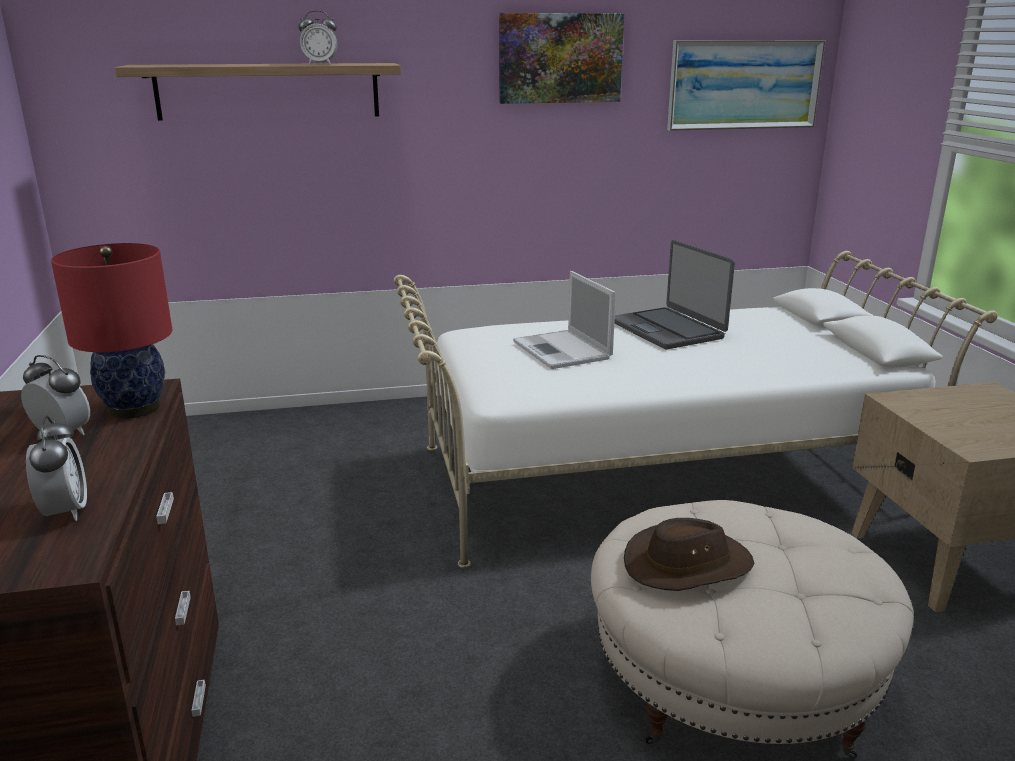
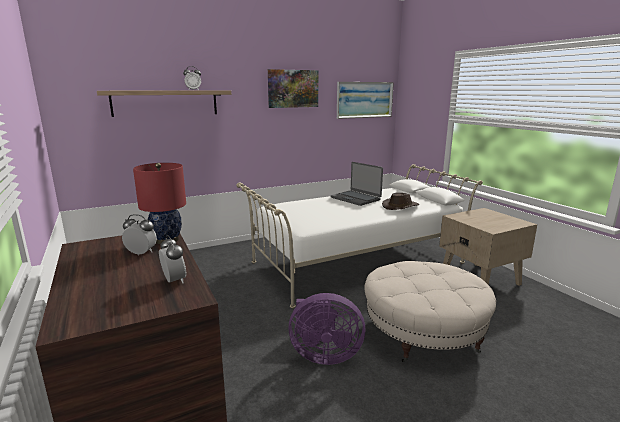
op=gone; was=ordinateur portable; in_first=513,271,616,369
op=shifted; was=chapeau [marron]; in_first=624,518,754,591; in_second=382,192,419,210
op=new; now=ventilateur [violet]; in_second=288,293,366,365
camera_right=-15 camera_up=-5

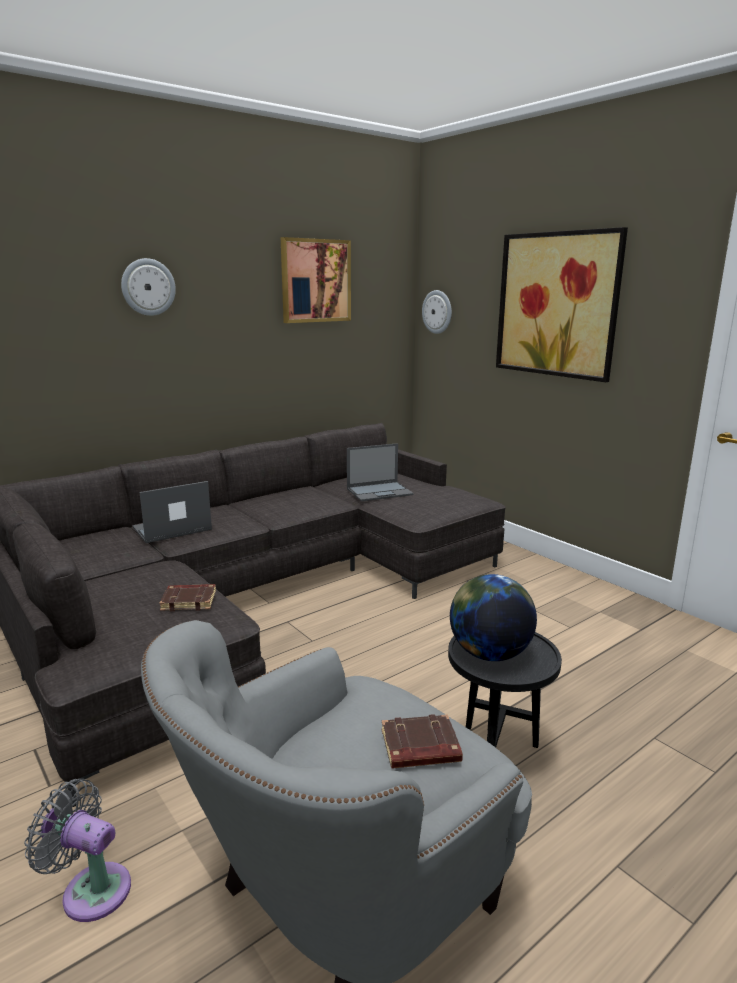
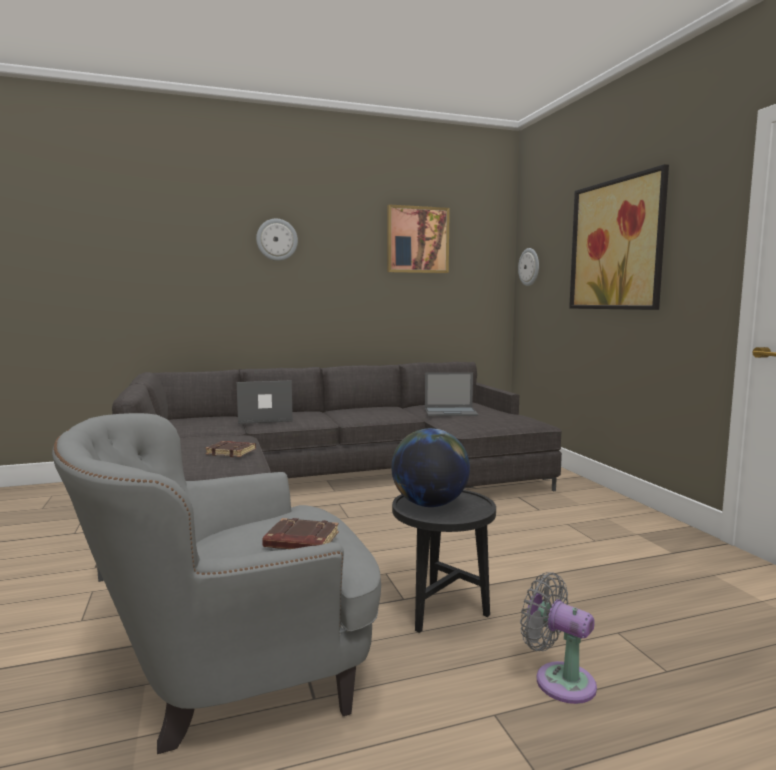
op=shifted; was=ventilateur [gris]; in_first=24,779,131,922; in_second=520,572,597,704
camera_right=20 camera_up=-10

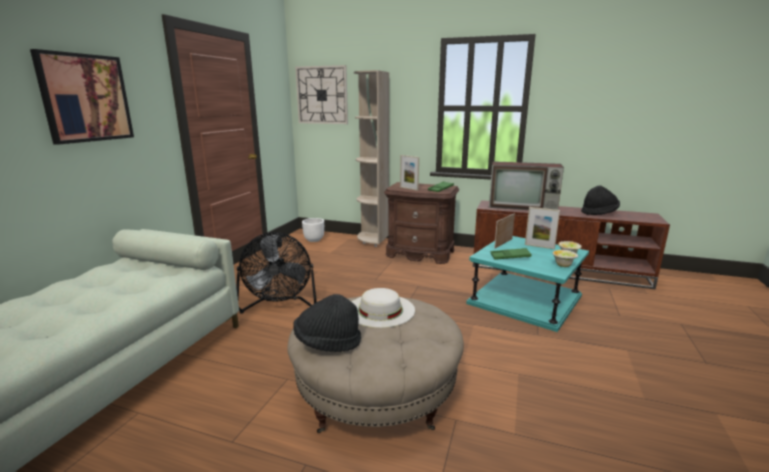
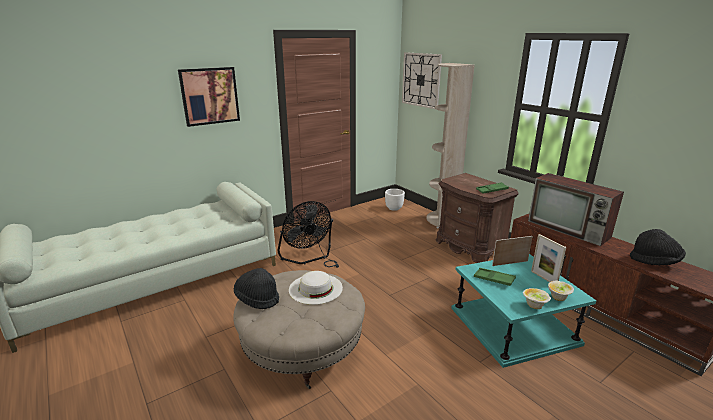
op=rotated; was=ventilateur [noir]; in_first=236,232,317,314; in_second=278,201,339,268; clockwise=120
op=gone; was=cadre photo; in_first=400,155,419,191
camera_right=35 camera_up=5

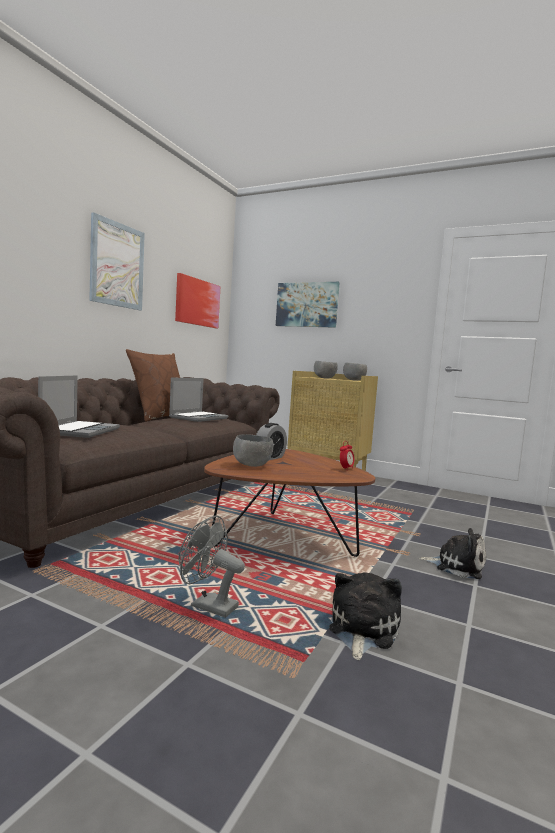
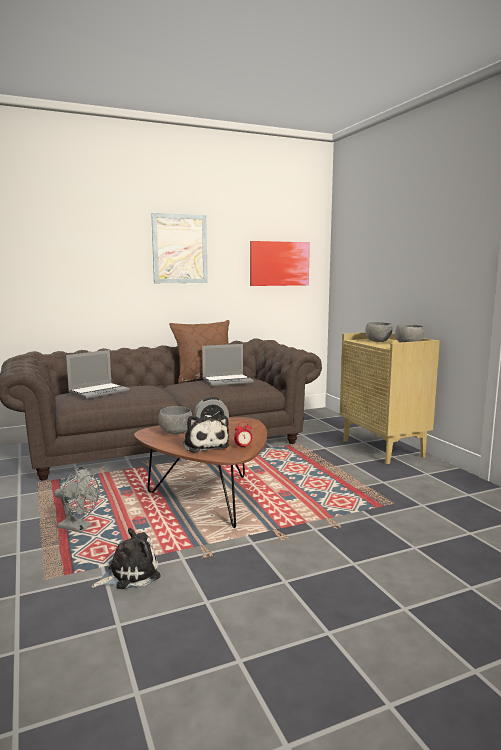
op=rotated; was=ventilateur [gris]; in_first=179,516,245,618; in_second=54,467,100,533; clockwise=135
op=gone; was=tableau; in_first=276,282,340,328
op=shifted; was=peluche; in_first=419,528,486,579; in_second=183,416,229,453
camera_right=40 camera_up=5

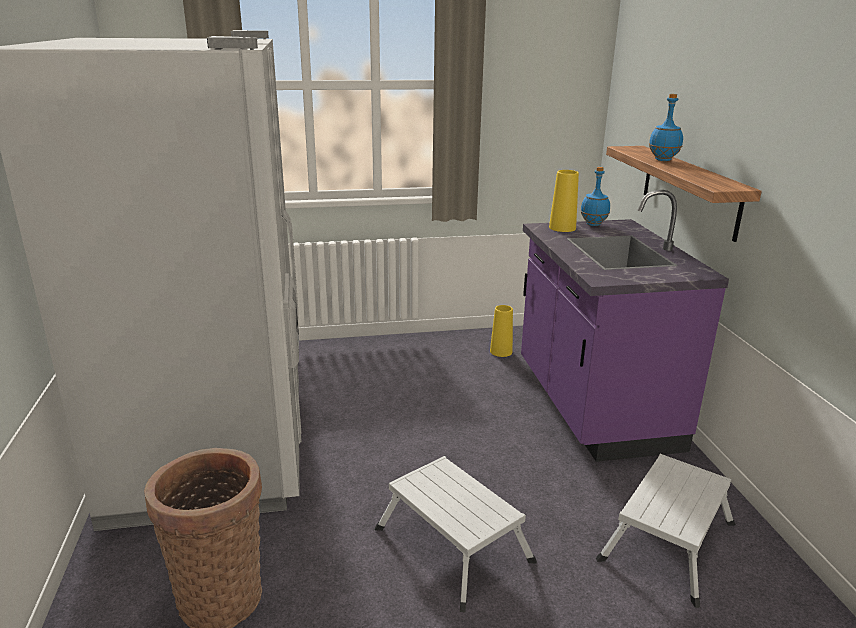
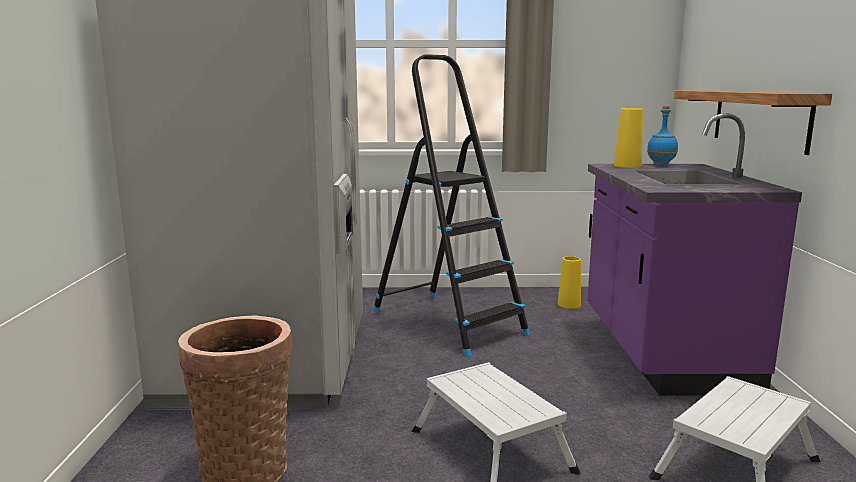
op=gone; was=bouteille [bleu]; in_first=649,94,683,161
op=new; now=escabeau [noir]; in_second=373,54,530,357
camera_right=10 camera_up=-10

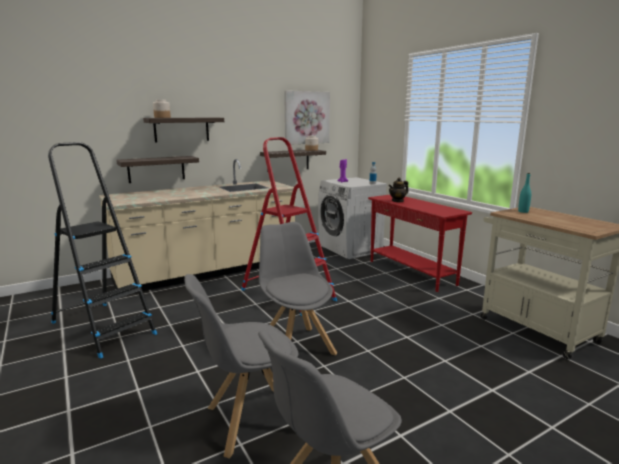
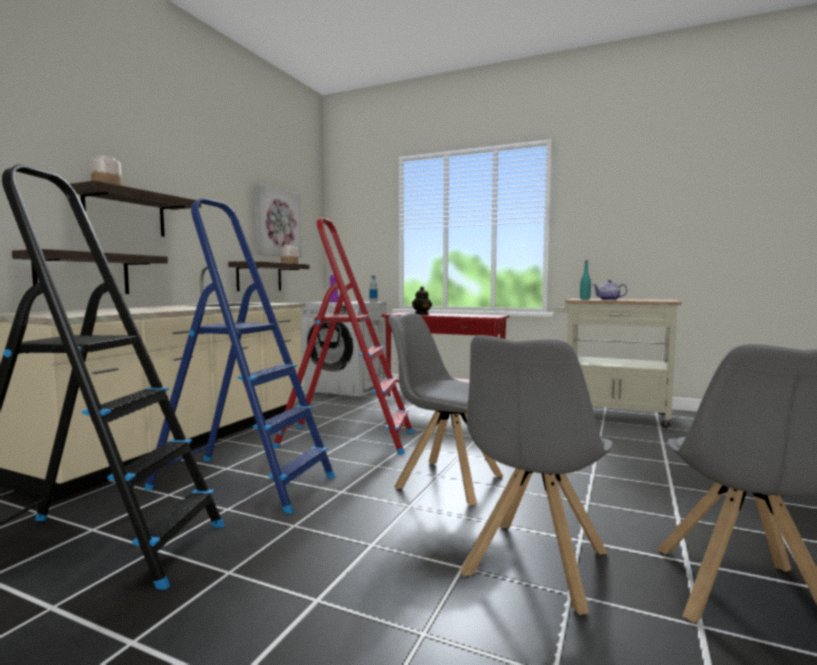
op=new; now=escabeau [bleu]; in_second=144,198,335,514
op=new; now=théière; in_second=593,280,627,300
camera_right=-35 camera_up=-10

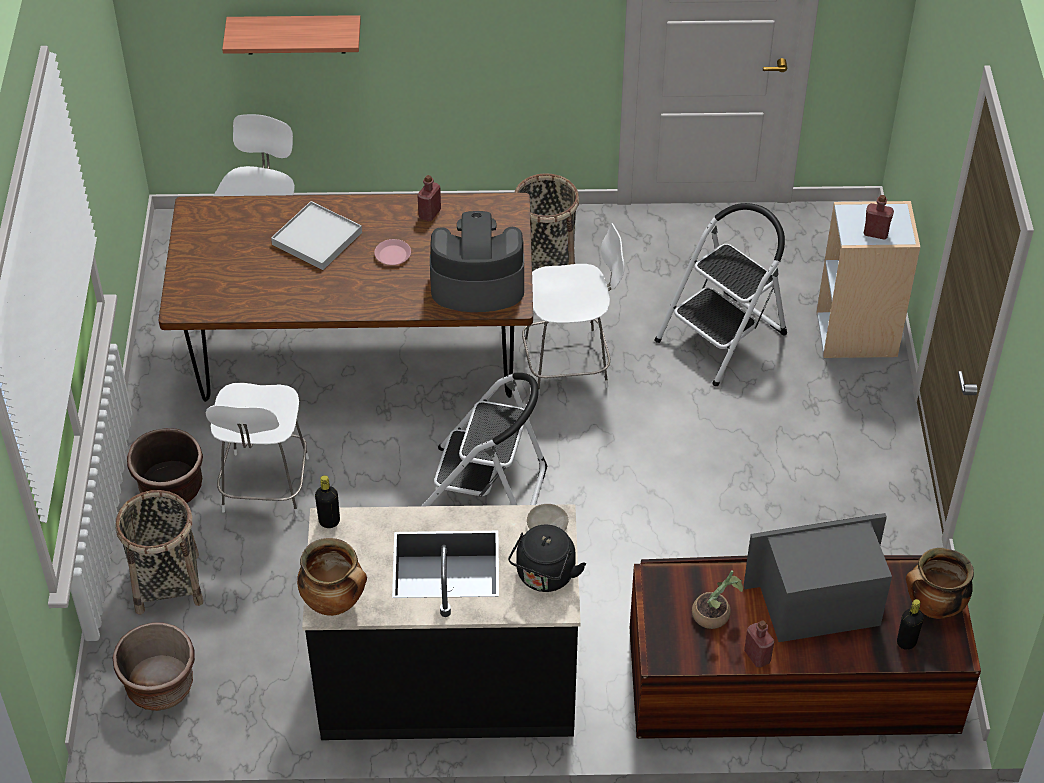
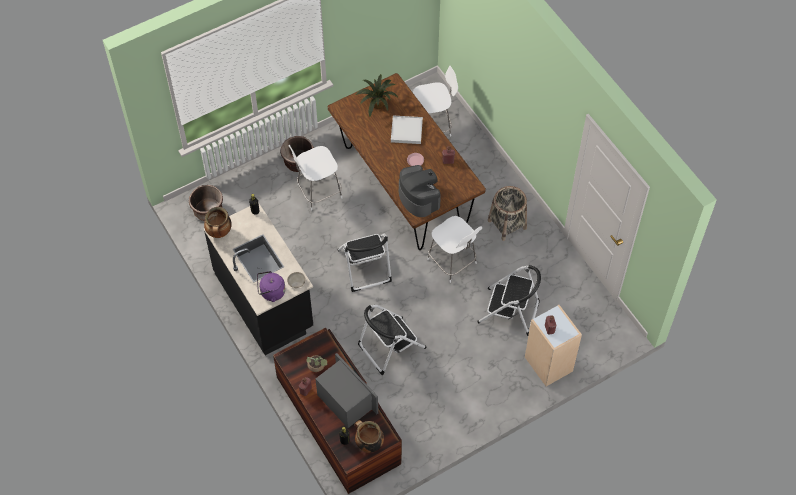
op=gone; was=panier; in_first=115,490,204,615
op=gone; was=étagère; in_first=222,15,361,55
op=repainted; was=bouilloire [noir]; now=bouilloire [violet]; in_first=508,525,586,592; in_second=257,271,286,302
op=new; now=plante en pot; in_second=356,74,398,117
op=new; now=escabeau; in_second=358,305,426,375
camera_right=60 camera_up=10

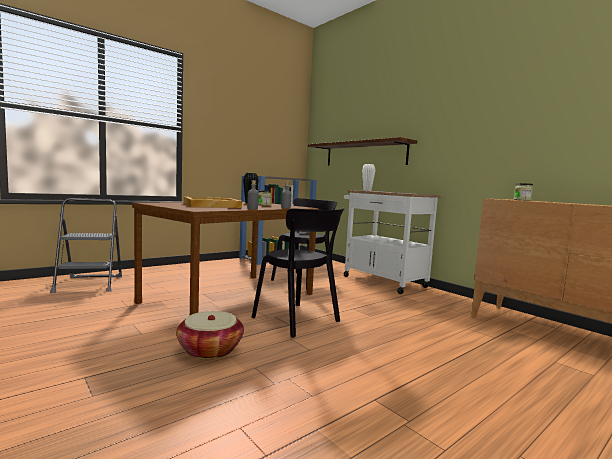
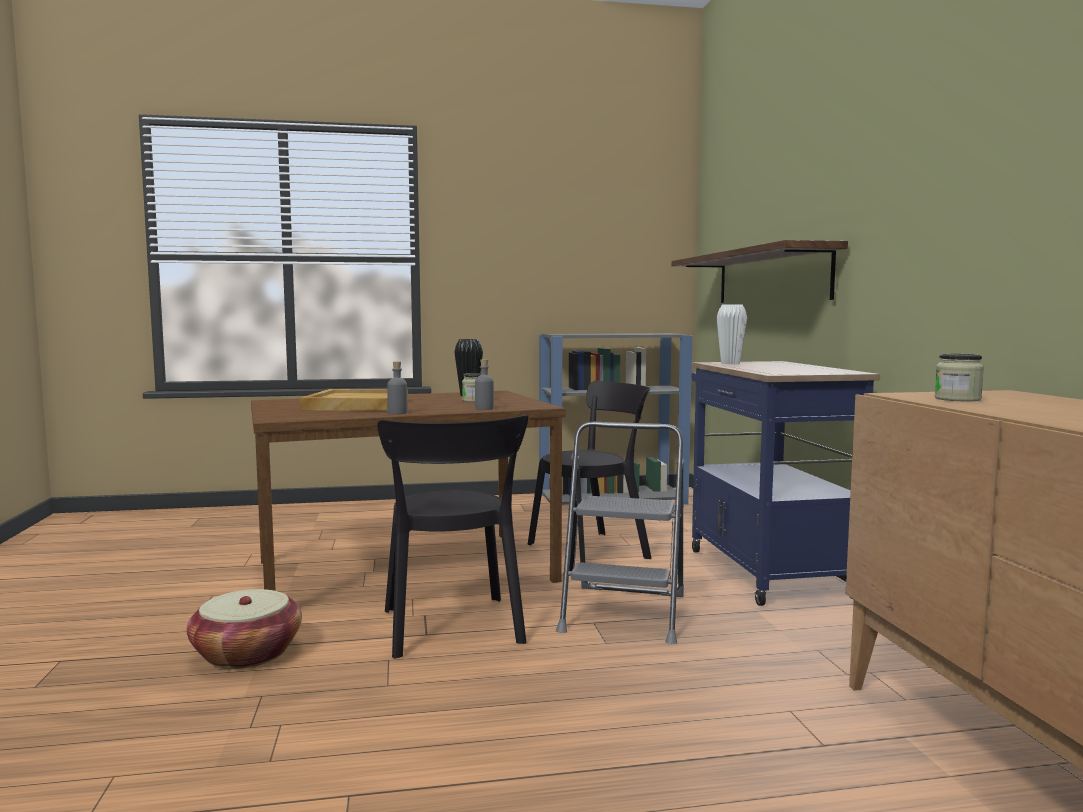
op=shifted; was=escabeau [gris]; in_first=50,198,122,293; in_second=556,422,684,644
op=repainted; was=chariot [blanc]; now=chariot [bleu]; in_first=344,190,441,294; in_second=691,361,880,606
camera_right=30 camera_up=0

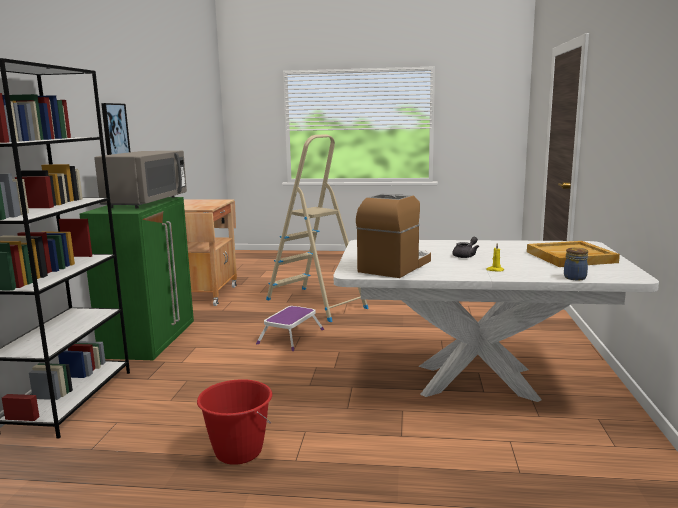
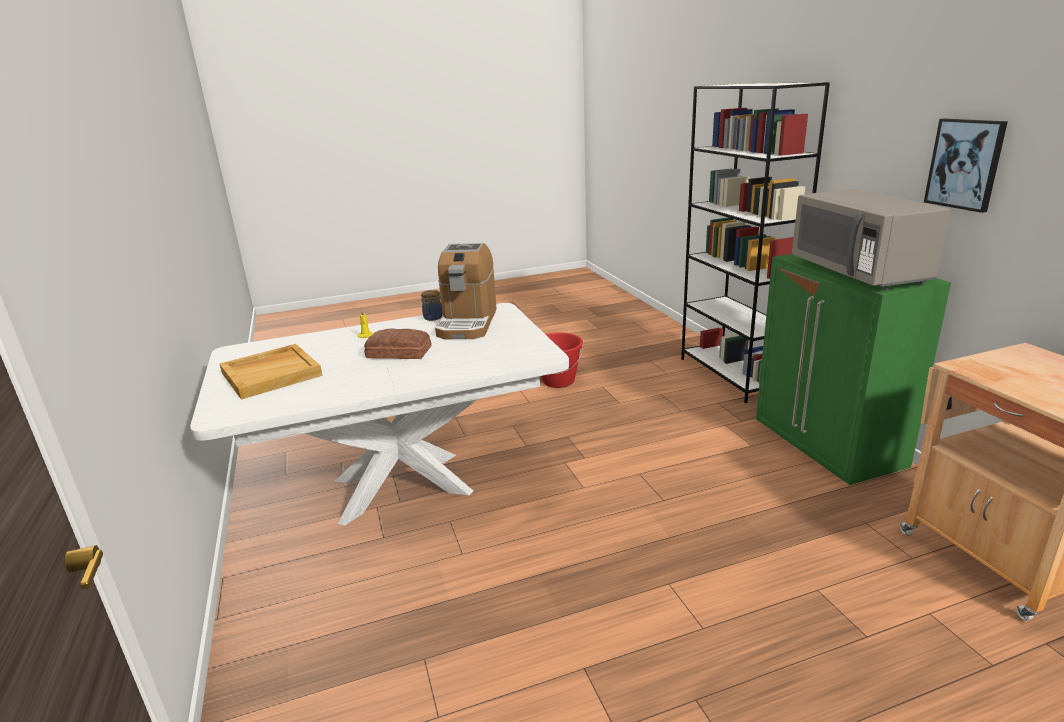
op=gone; was=escabeau [violet]; in_first=256,306,324,351
op=gone; was=escabeau [beige]; in_first=266,134,369,322
op=swapped; was=théière [gris]; now=pain; in_first=452,237,479,258; in_second=364,329,431,359
op=shifted; was=bocal; in_first=564,248,588,280; in_second=421,290,443,321
camera_right=155 camera_up=10

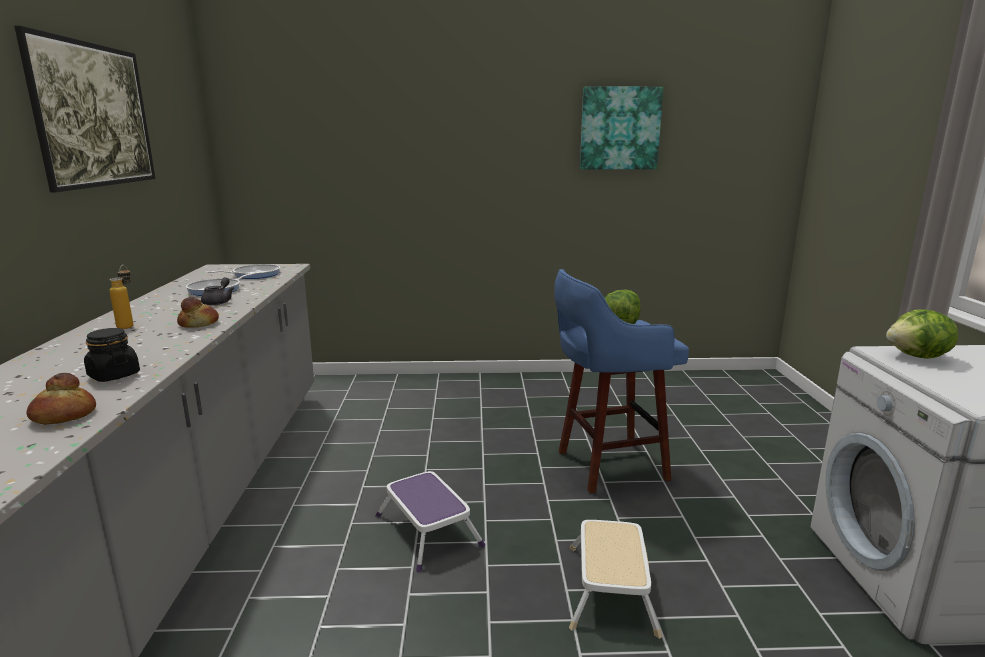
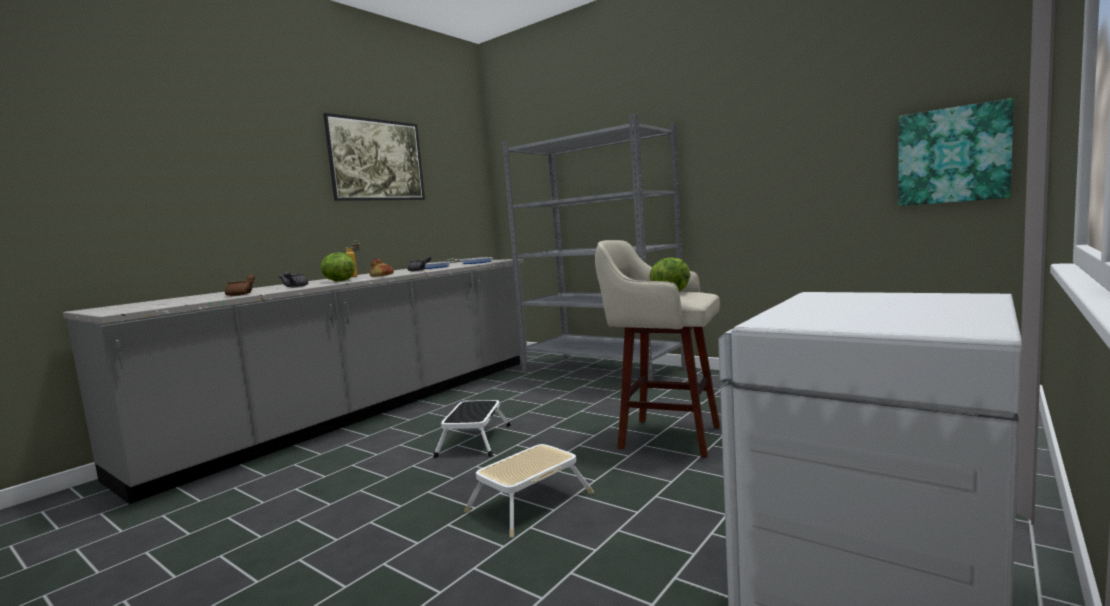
op=swapped; was=pain; now=théière [marron]; in_first=27,373,96,425; in_second=225,275,255,296
op=swapped; was=bocal [noir]; now=théière [gris]; in_first=84,328,140,382; in_second=279,271,308,288
op=repainted; was=escabeau [violet]; now=escabeau [noir]; in_first=375,471,485,573; in_second=433,400,511,458
op=repainted; was=tabouret [bleu]; now=tabouret [beige]; in_first=554,269,689,493; in_second=595,240,720,458
op=shifted; was=tableau; in_first=580,86,663,169; in_second=898,98,1014,206
op=shifted; was=laitue; in_first=886,309,958,359; in_second=321,252,355,281
op=new; now=bibliothèque [gris]; in_second=502,114,686,390
camera_right=40 camera_up=-10

